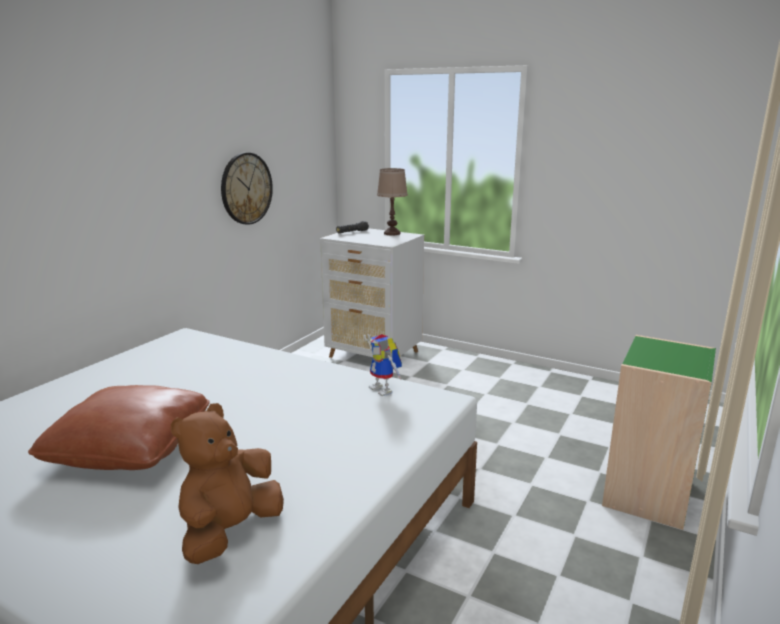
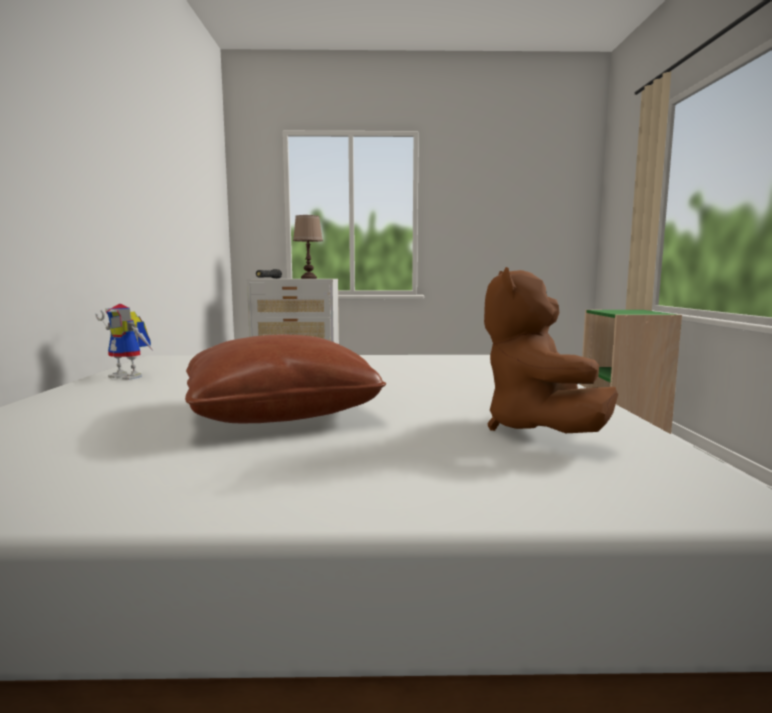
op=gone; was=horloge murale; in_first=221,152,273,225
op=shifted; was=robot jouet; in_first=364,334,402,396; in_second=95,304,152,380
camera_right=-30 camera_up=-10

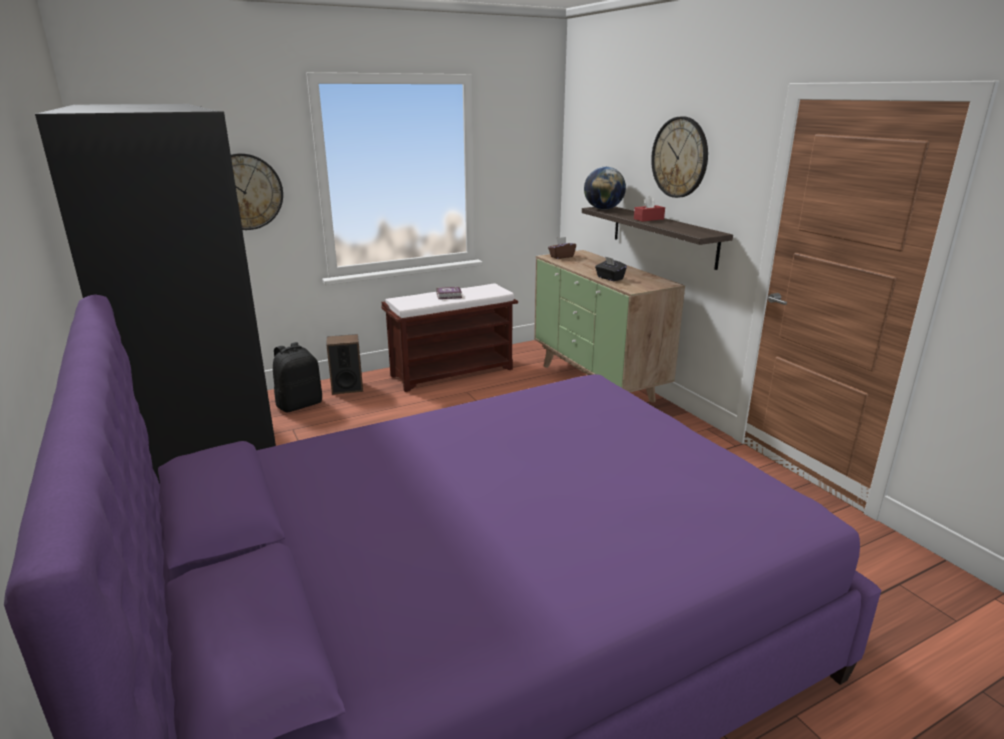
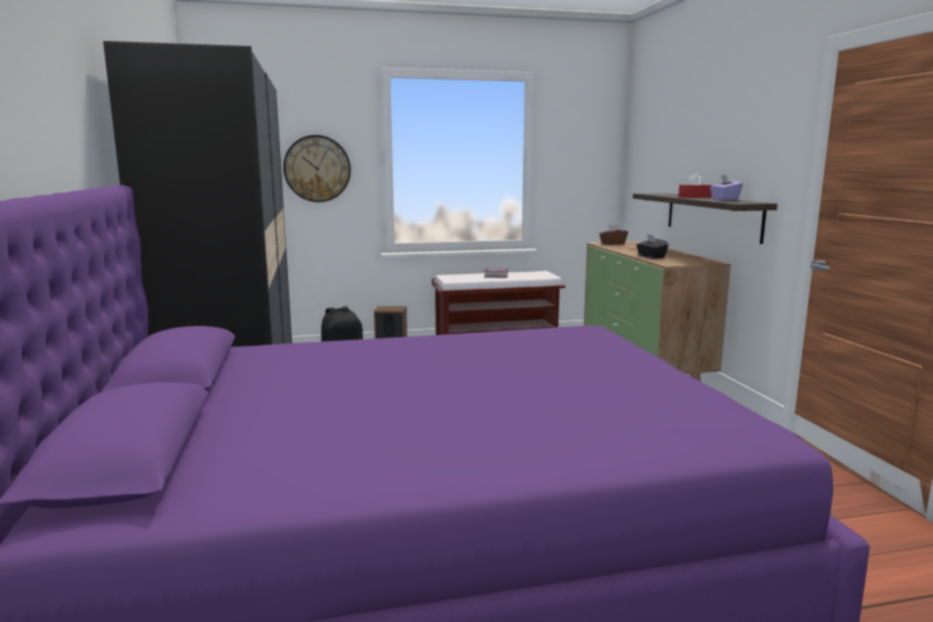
op=gone; was=globe; in_first=584,167,626,210
op=gone; was=horloge murale; in_first=651,117,708,198
op=new; now=boîte à mouchoirs [violet]; in_second=710,175,743,200
camera_right=15 camera_up=-10

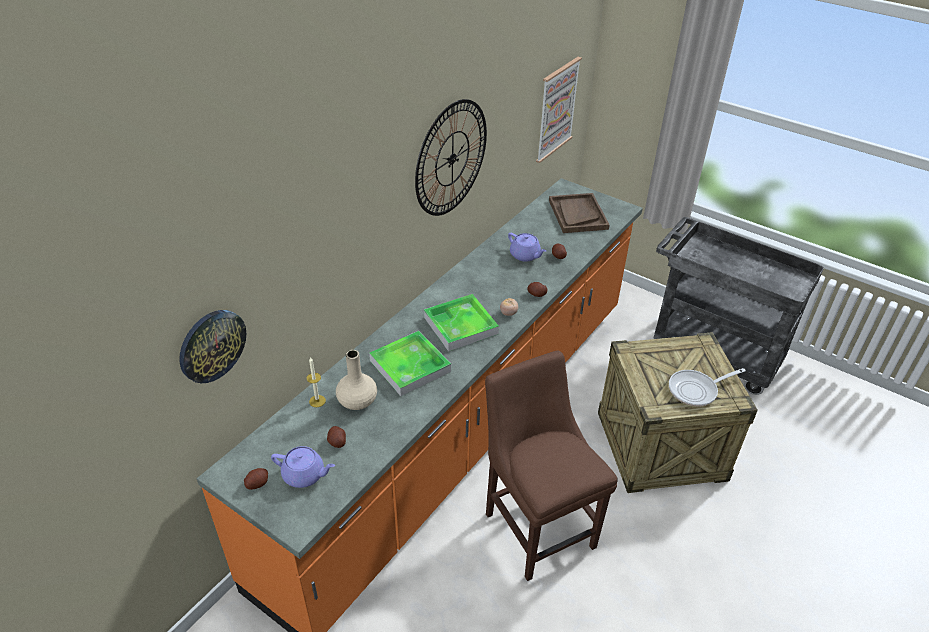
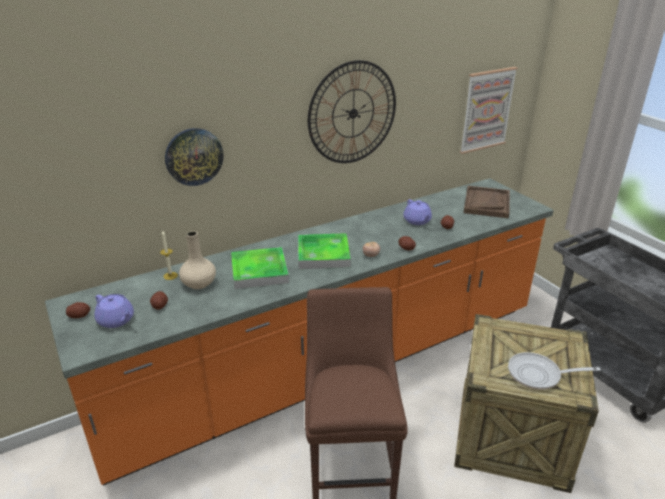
op=shifted; was=horloge murale; in_first=179,310,246,383; in_second=165,128,223,186
camera_right=25 camera_up=-10

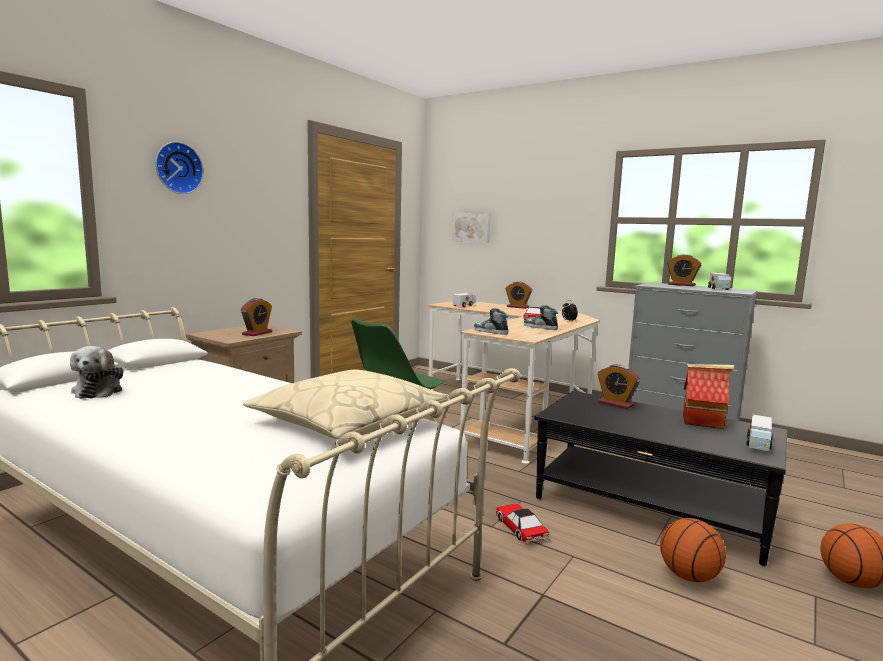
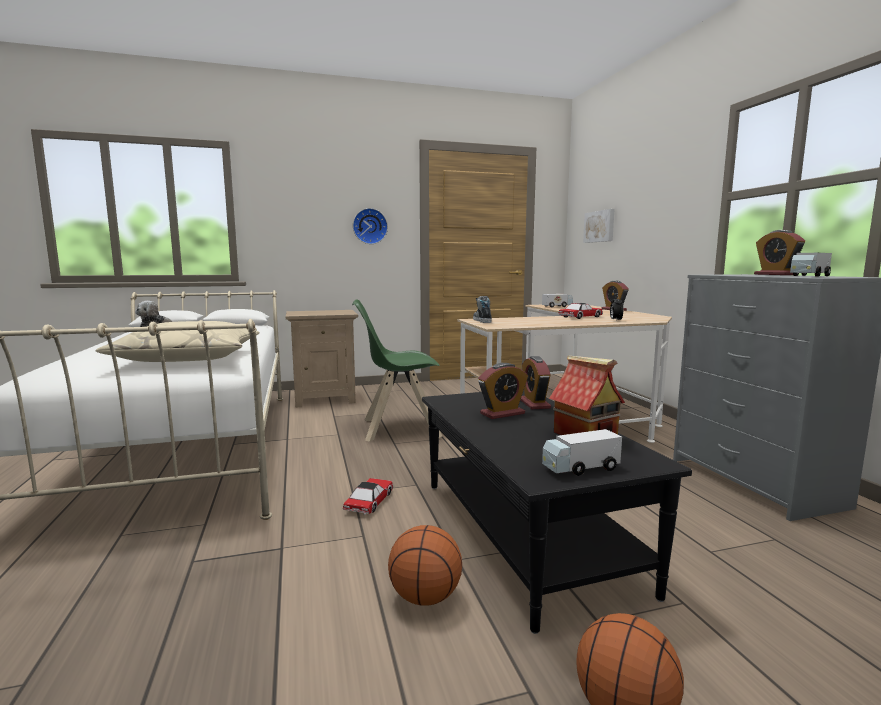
op=shifted; was=horloge murale; in_first=155,142,204,194; in_second=353,208,388,244
op=shifted; was=réveil; in_first=241,298,272,336; in_second=478,363,528,419
op=gone; was=chaussure; in_first=524,305,558,330
camera_right=40 camera_up=0

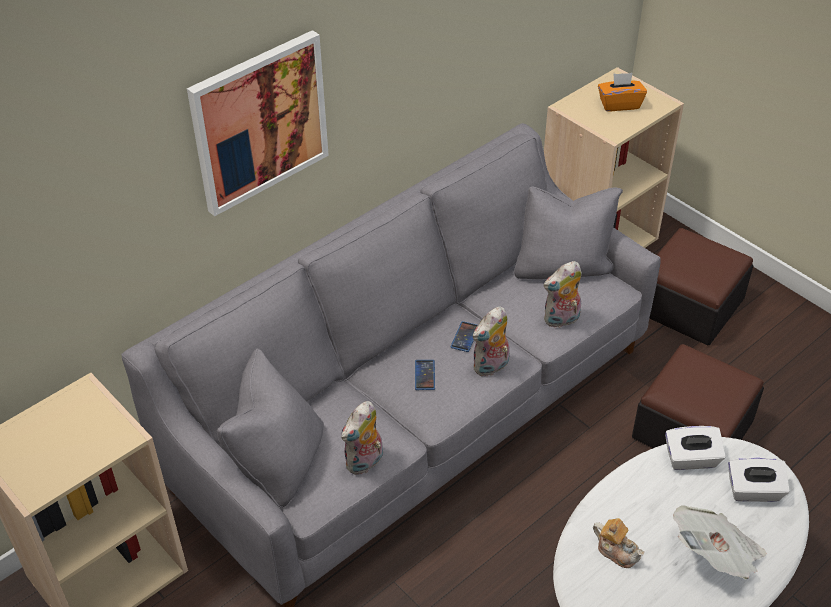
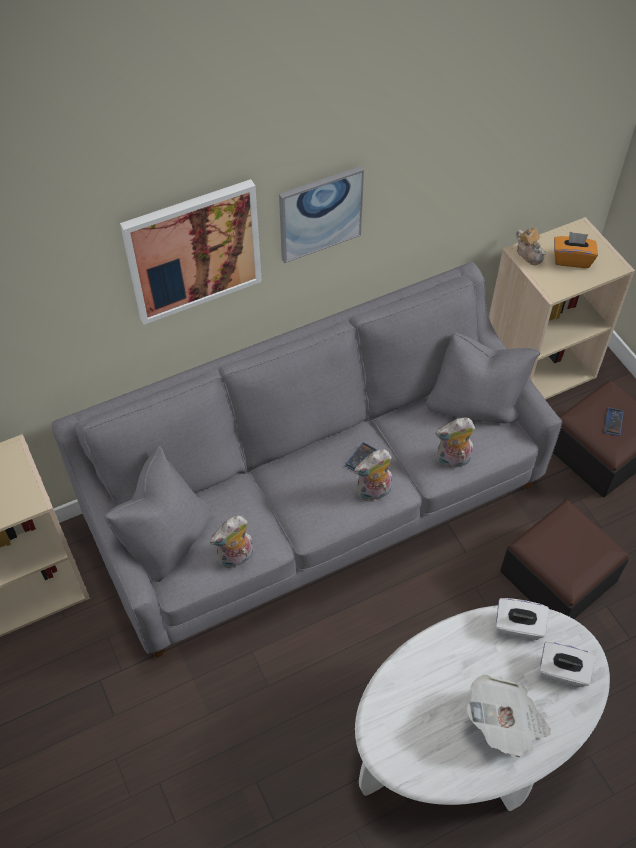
op=shifted; was=téléphone; in_first=415,360,435,390; in_second=604,407,624,436
op=shifted; was=théière; in_first=593,518,644,568; in_second=516,228,546,265
op=new; now=tableau; in_second=279,166,364,263
camera_right=15 camera_up=10

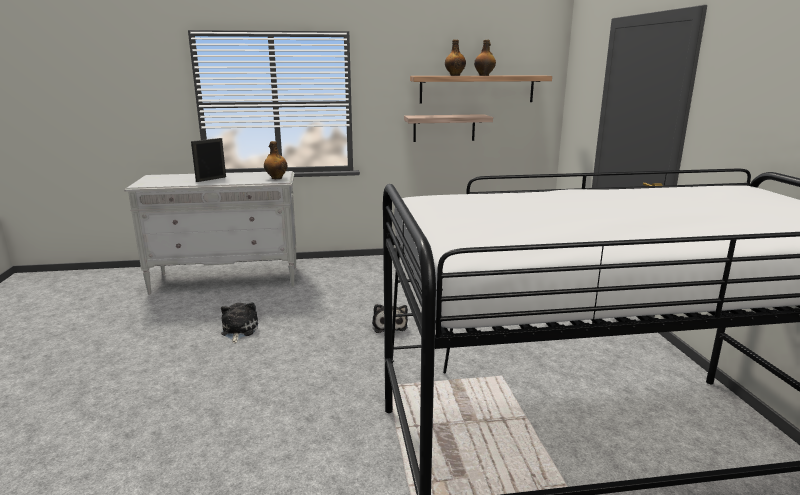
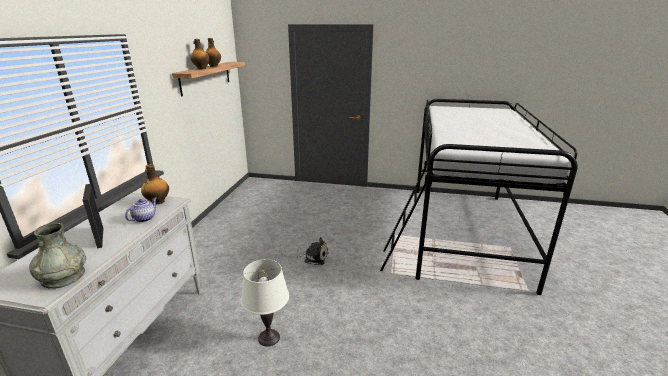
op=swapped; was=peluche; now=lampe de table [blanc]; in_first=221,302,258,343; in_second=241,259,289,346
op=gone; was=étagère; in_first=404,114,493,142
op=new; now=vase [gris]; in_second=29,223,86,289
op=new; now=théière; in_second=125,197,157,222
camera_right=-70 camera_up=5

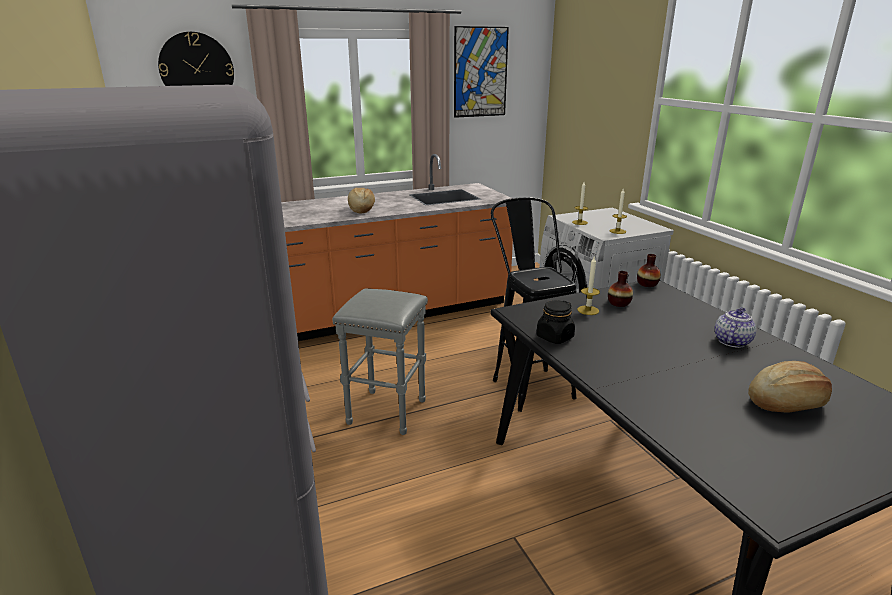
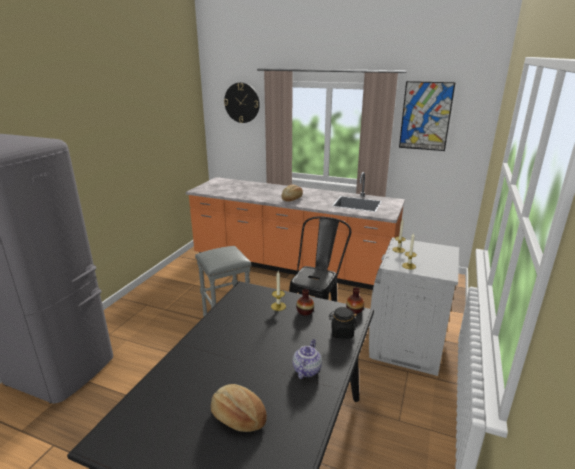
op=shifted; was=bocal [noir]; in_first=537,300,575,344; in_second=329,307,357,339
op=rotated; was=théière; in_first=714,307,756,348; in_second=292,339,322,379; clockwise=-60
camera_right=45 camera_up=0

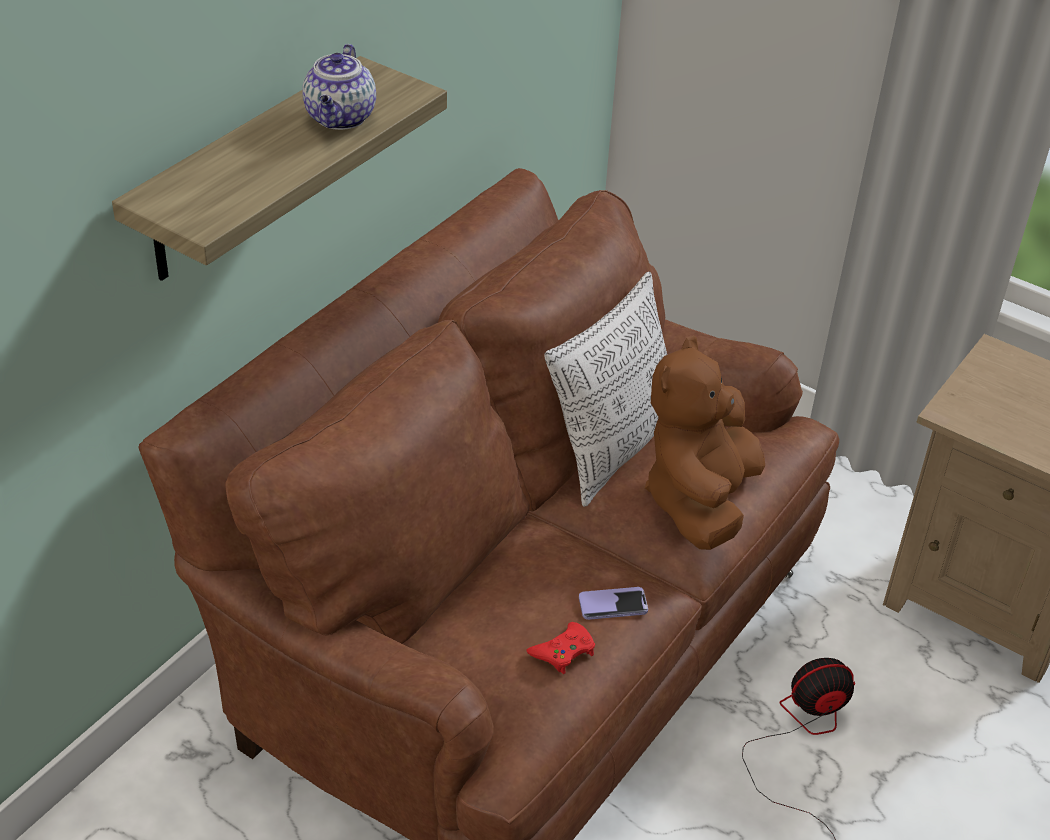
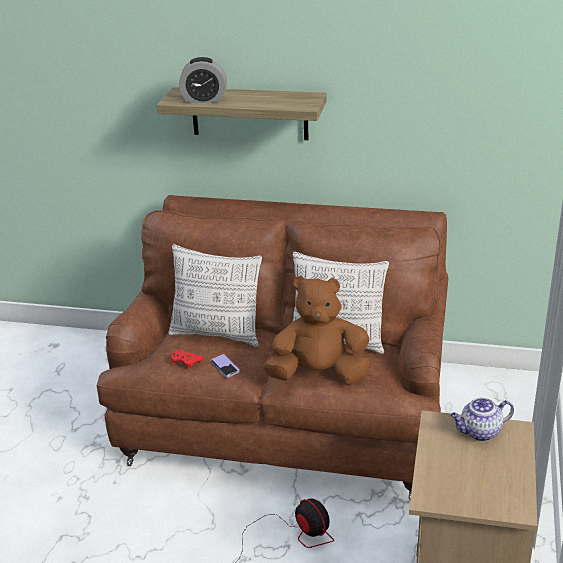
op=shifted; was=théière; in_first=302,44,376,130; in_second=450,397,514,441
op=new; now=coussin; in_second=169,244,262,347
op=new; now=réveil; in_second=179,57,227,103
camera_right=70 camera_up=-10

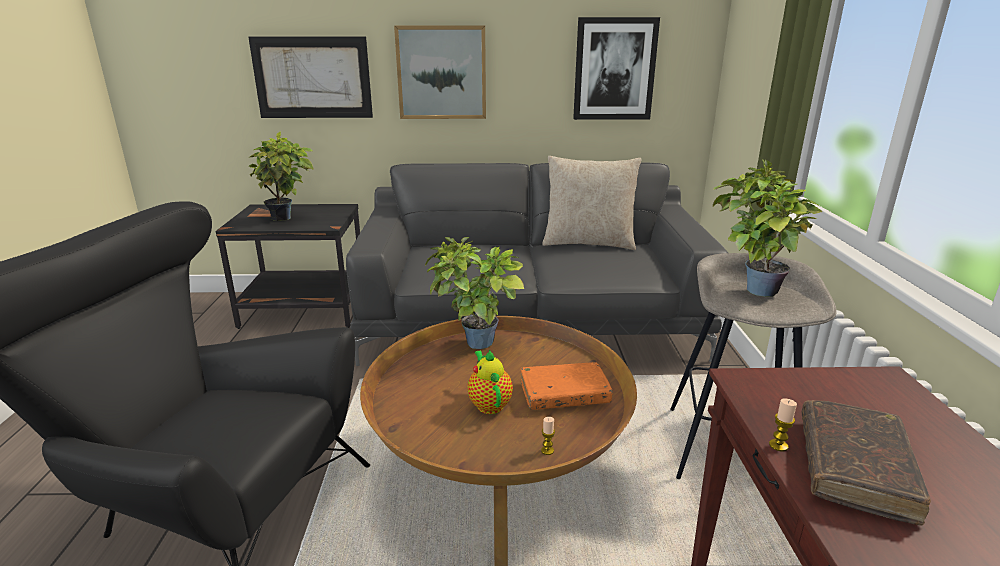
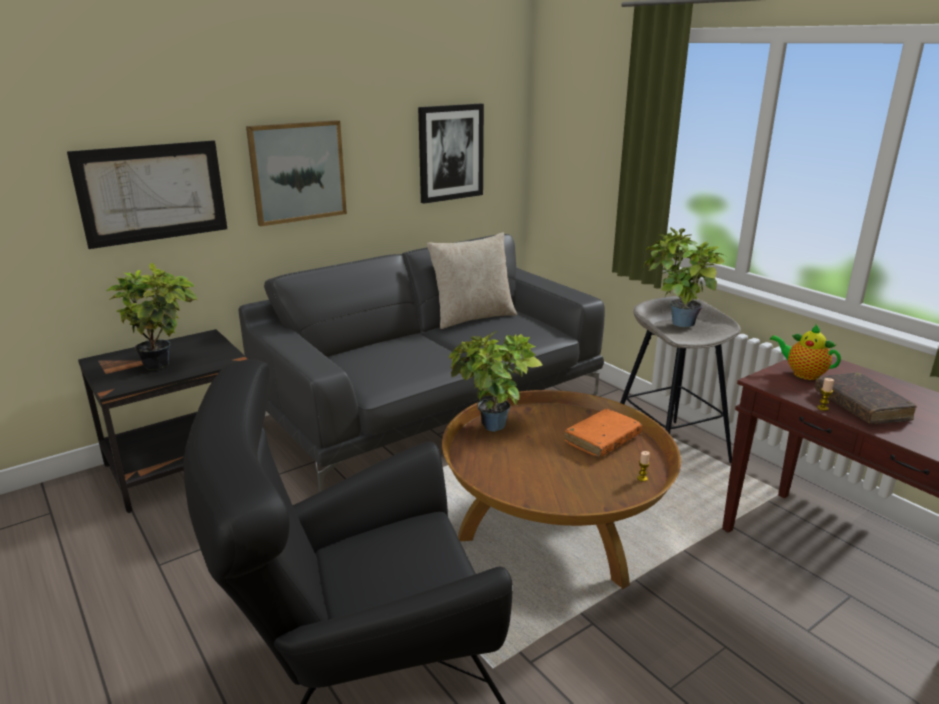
op=shifted; was=théière; in_first=467,349,513,414; in_second=770,324,841,380
camera_right=-35 camera_up=0

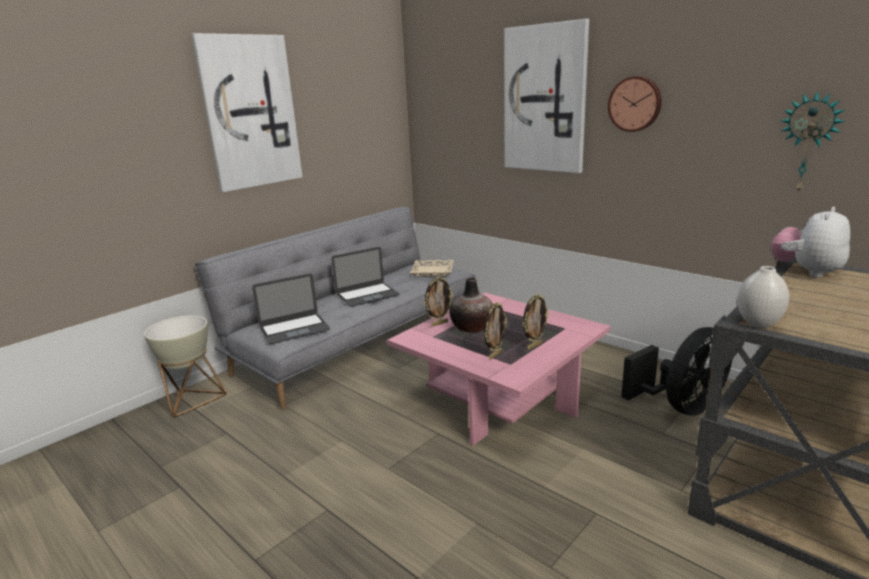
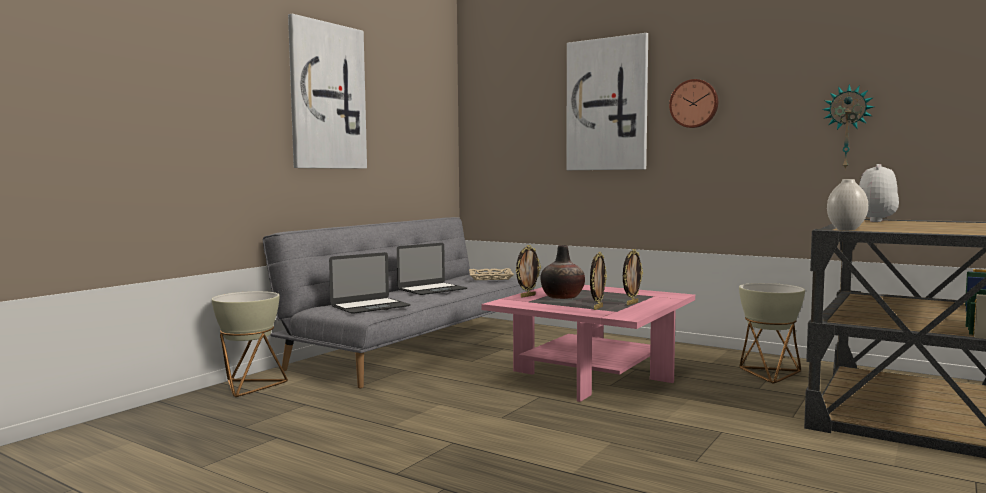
op=swapped; was=ventilateur [noir]; now=cache-pot; in_first=621,327,732,416; in_second=739,283,805,384
camera_right=-10 camera_up=-15

